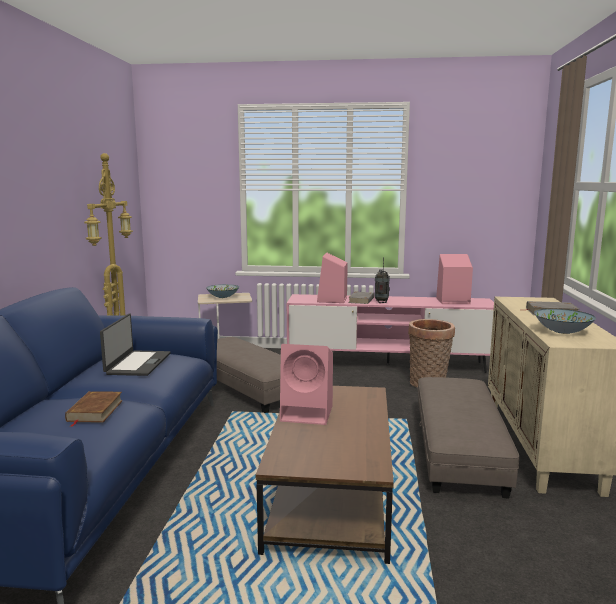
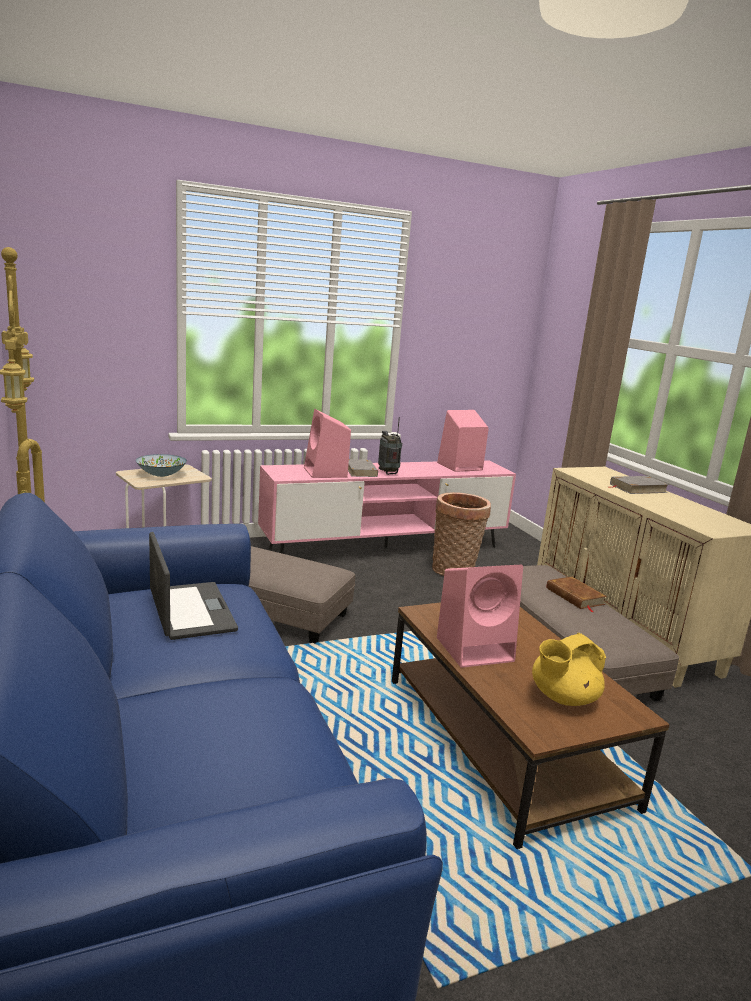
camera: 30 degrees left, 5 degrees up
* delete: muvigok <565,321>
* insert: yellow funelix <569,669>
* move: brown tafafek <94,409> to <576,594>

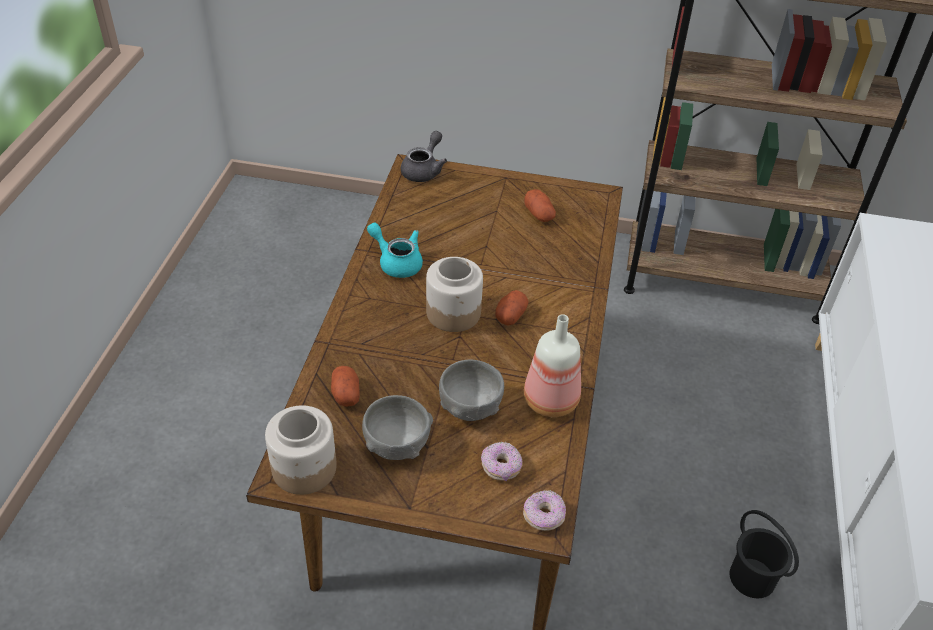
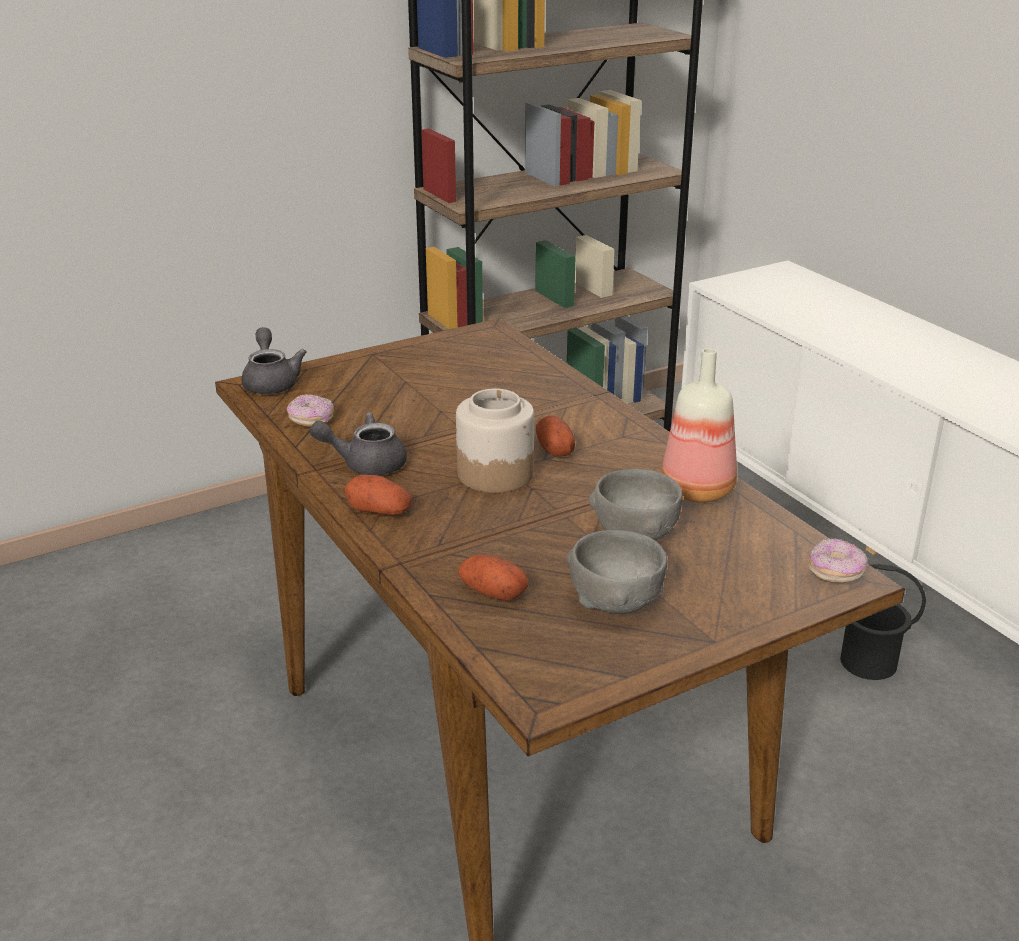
camera: 40 degrees left, 15 degrees down
* delete: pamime <301,450>
* move: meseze <502,461> to <310,410>
* move: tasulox <540,205> to <378,495>
* recolor: turquoise funelix <395,250> to grey funelix <358,443>

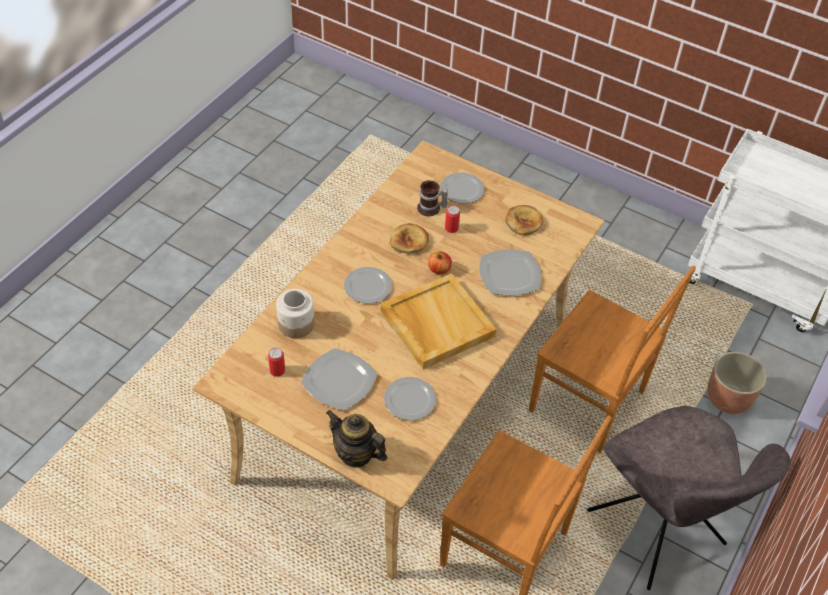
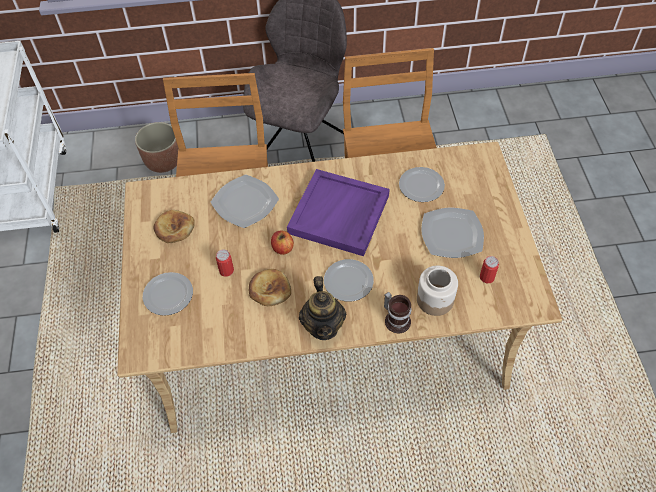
camera: 125 degrees left, 5 degrees up
* move: funelix <356,439> to <322,308>
* move: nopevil <432,198> to <398,312>
* recolor: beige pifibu <438,321> to purple pifibu <338,212>

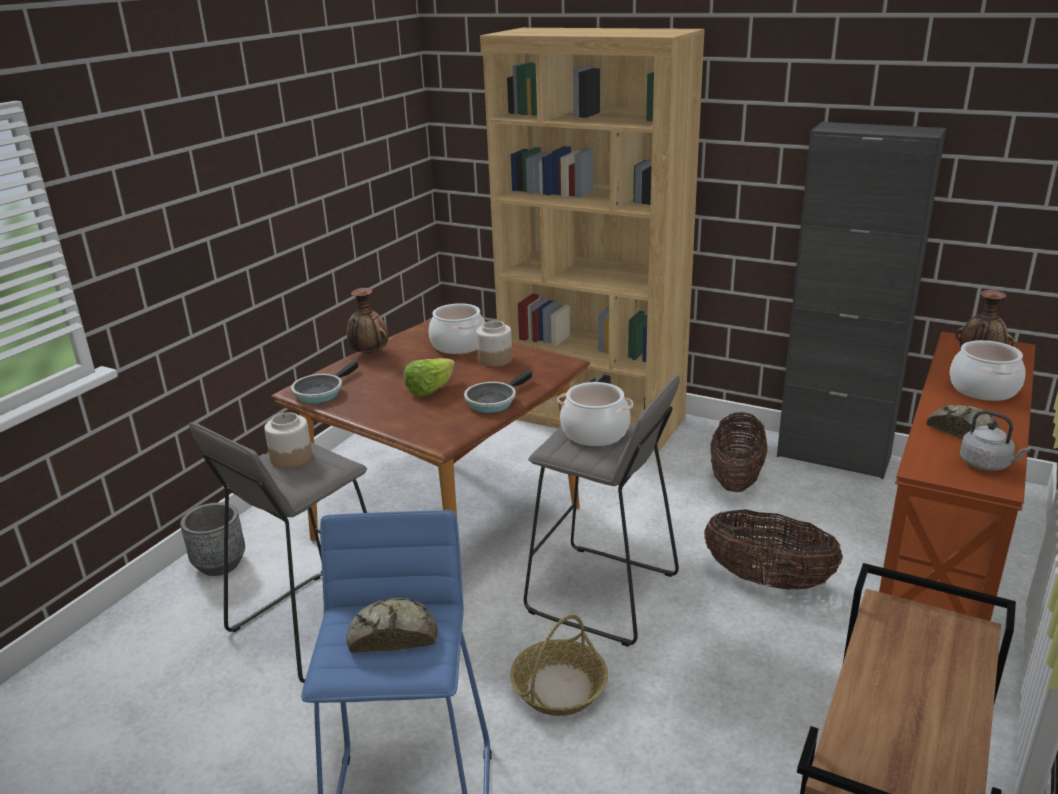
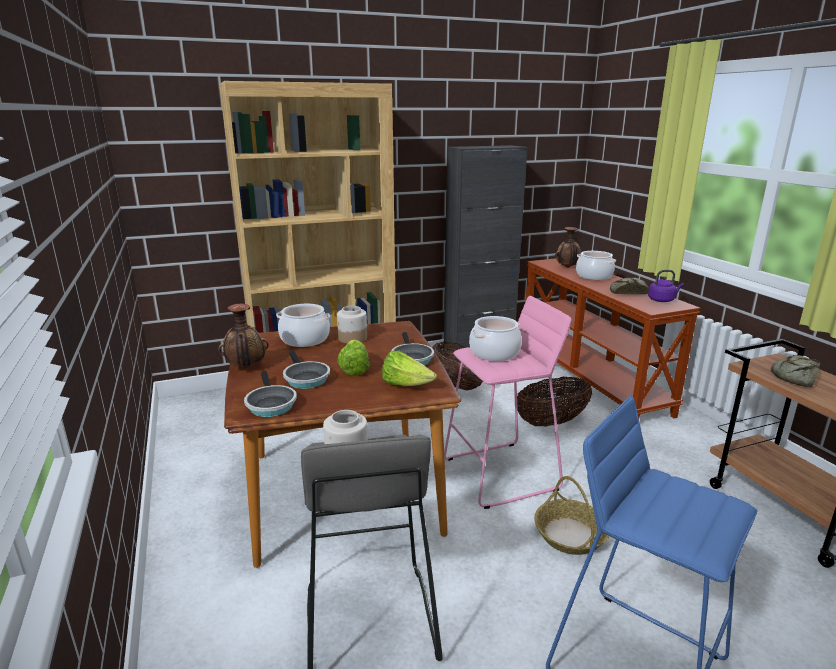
camera: 50 degrees left, 5 degrees down
* delete: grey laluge <213,539>
* insert: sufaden <306,369>
* insert: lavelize <409,368>
* move: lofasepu <392,625> to <796,371>
* recolor: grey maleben <602,511> to pink maleben <507,402>
* recolor: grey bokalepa <995,440> to purple bokalepa <666,286>

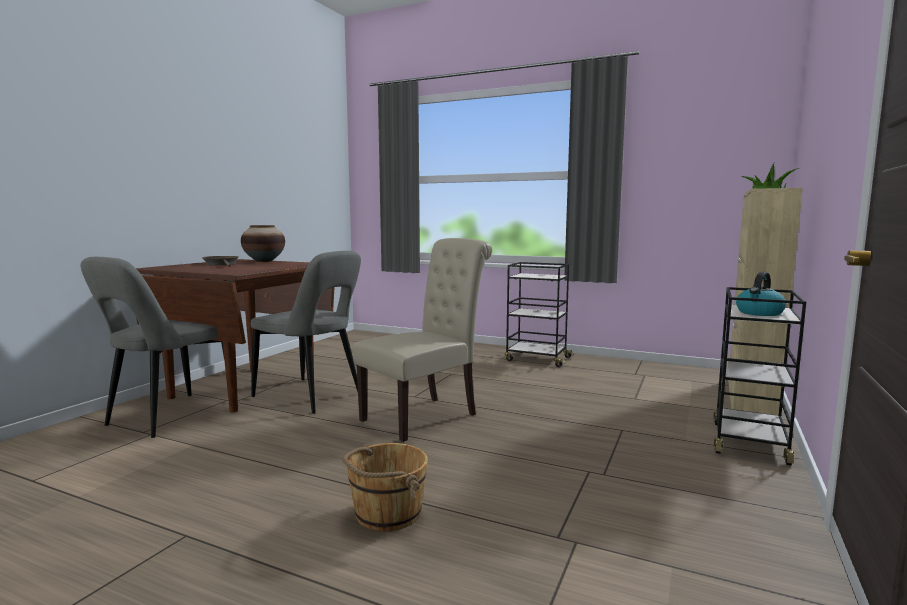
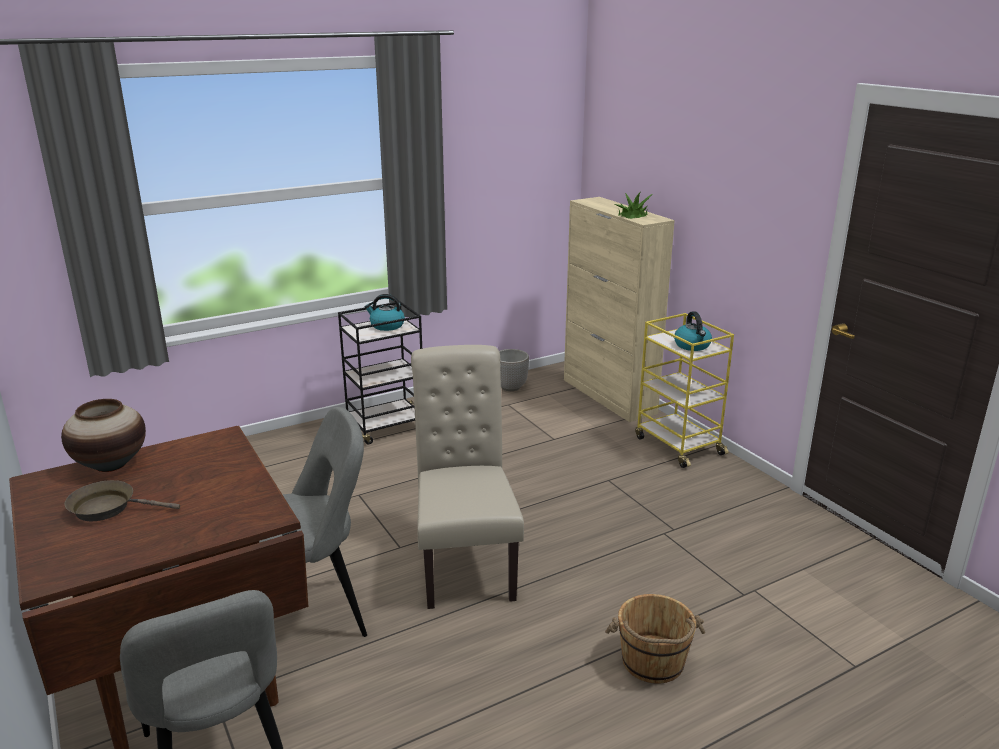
camera: 55 degrees left, 15 degrees up
* insert: bokalepa <385,312>
* insert: laluge <514,370>
* recolor: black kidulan <759,376> to yellow kidulan <684,390>

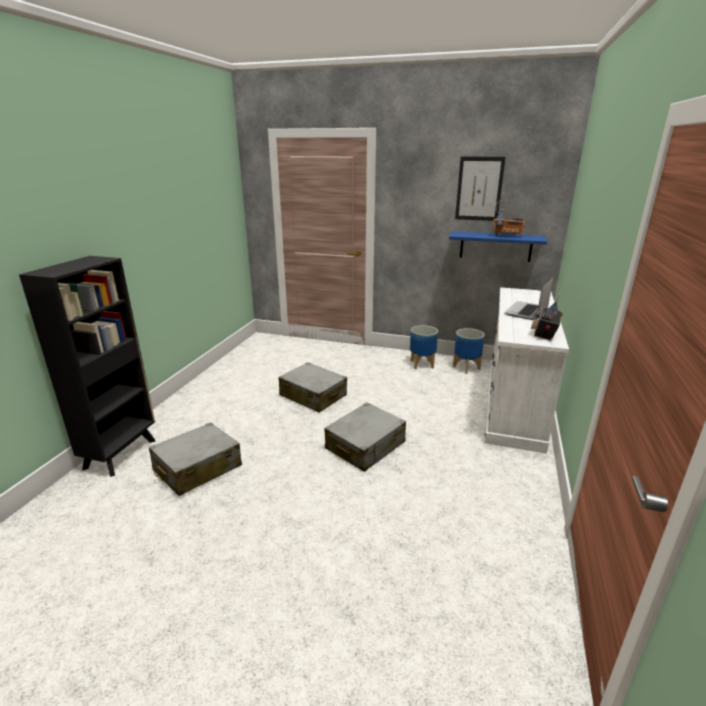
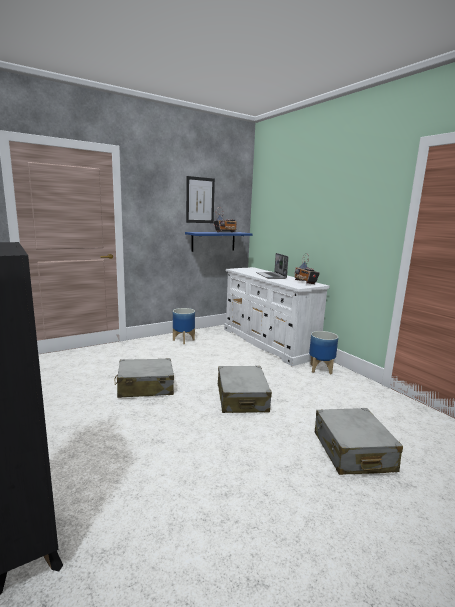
camera: 50 degrees left, 10 degrees down
* move: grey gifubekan <195,459> to <359,441>
* move: laluge <469,351> to <323,352>

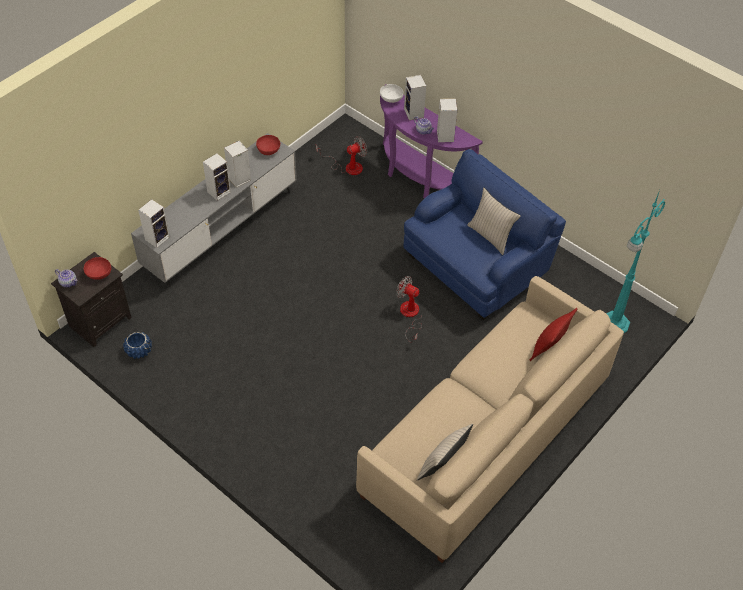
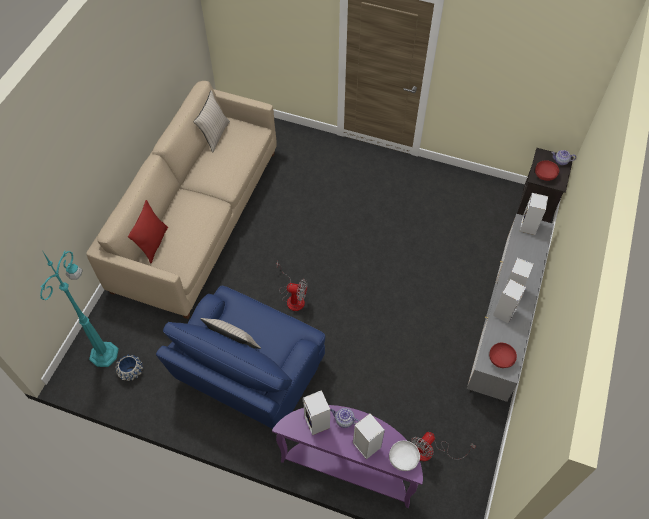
camera: 160 degrees right, 5 degrees up
* move: blue laluge <137,345> to <129,368>

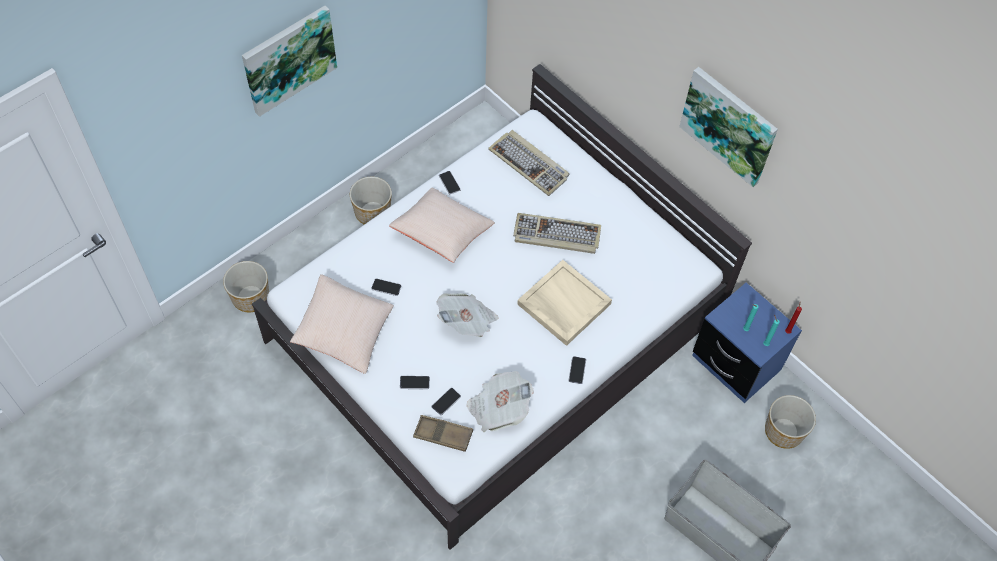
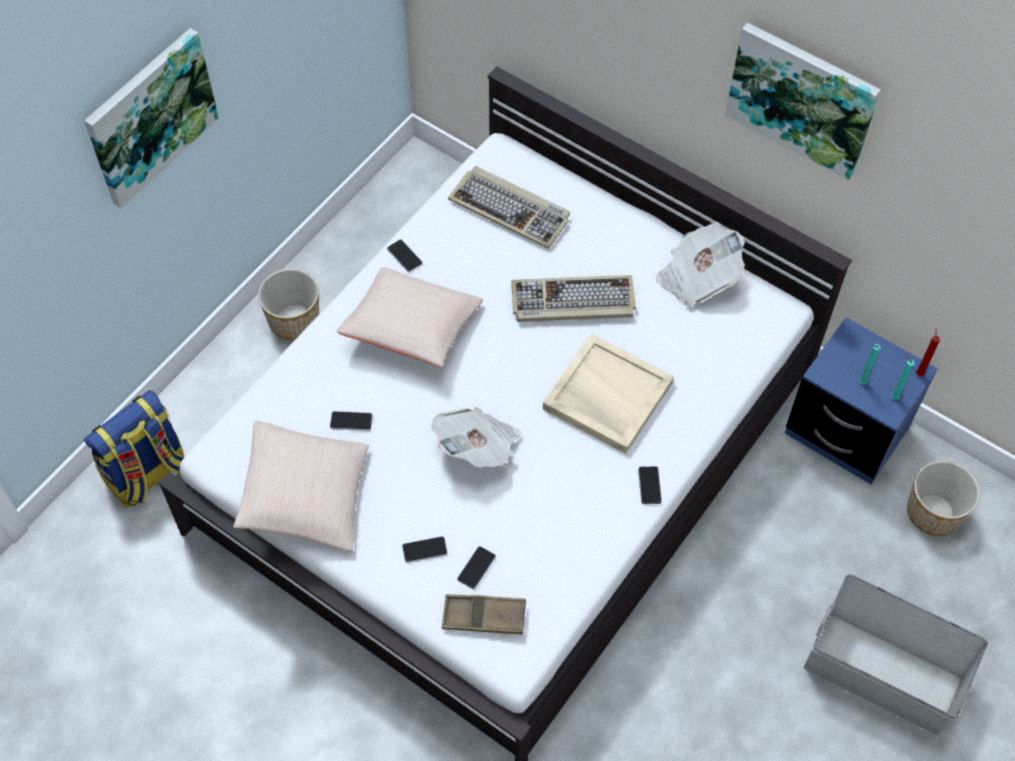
camera: 10 degrees left, 0 degrees up
* move: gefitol <500,401> to <700,265>
* replace: laluge <246,286> to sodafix <134,449>

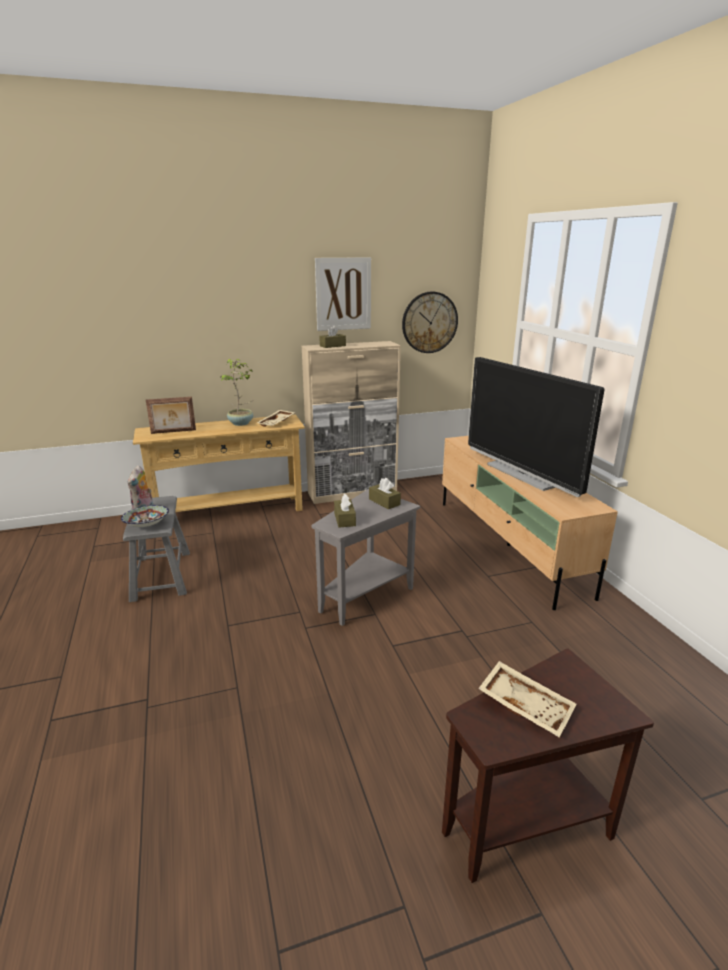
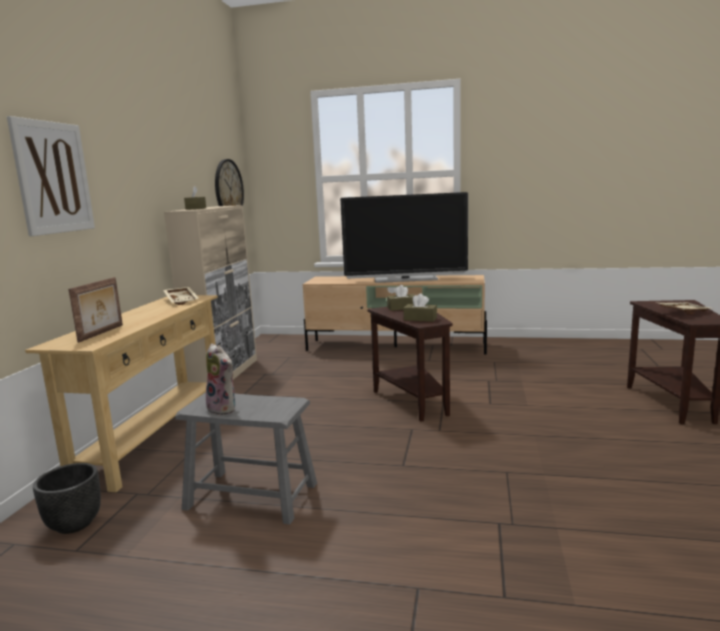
camera: 60 degrees left, 10 degrees down
* delete: muvigok <145,516>
* delete: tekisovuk <237,392>
* insert: black laluge <67,498>
* move: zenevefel <343,294> to <51,176>
* recolor: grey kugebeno <366,557> to brown kugebeno <410,364>

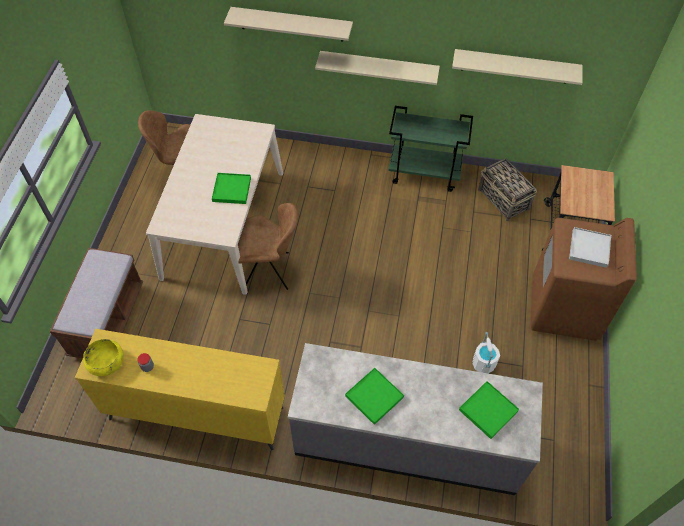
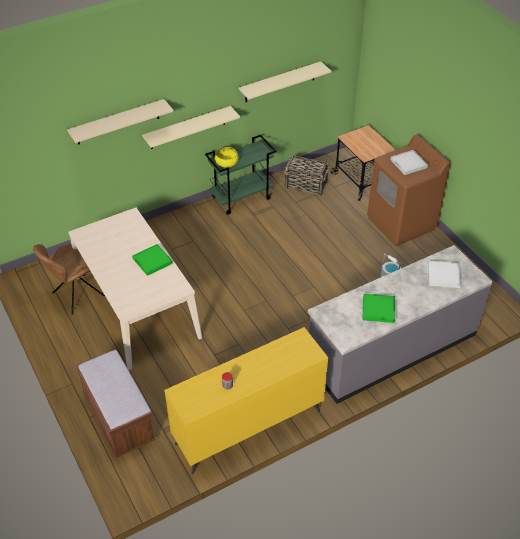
camera: 40 degrees left, 10 degrees down
* delete: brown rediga <268,246>
* move: yellow muvigok <103,357> to <227,157>
* recolor: green pifibu <489,410> to white pifibu <444,274>

